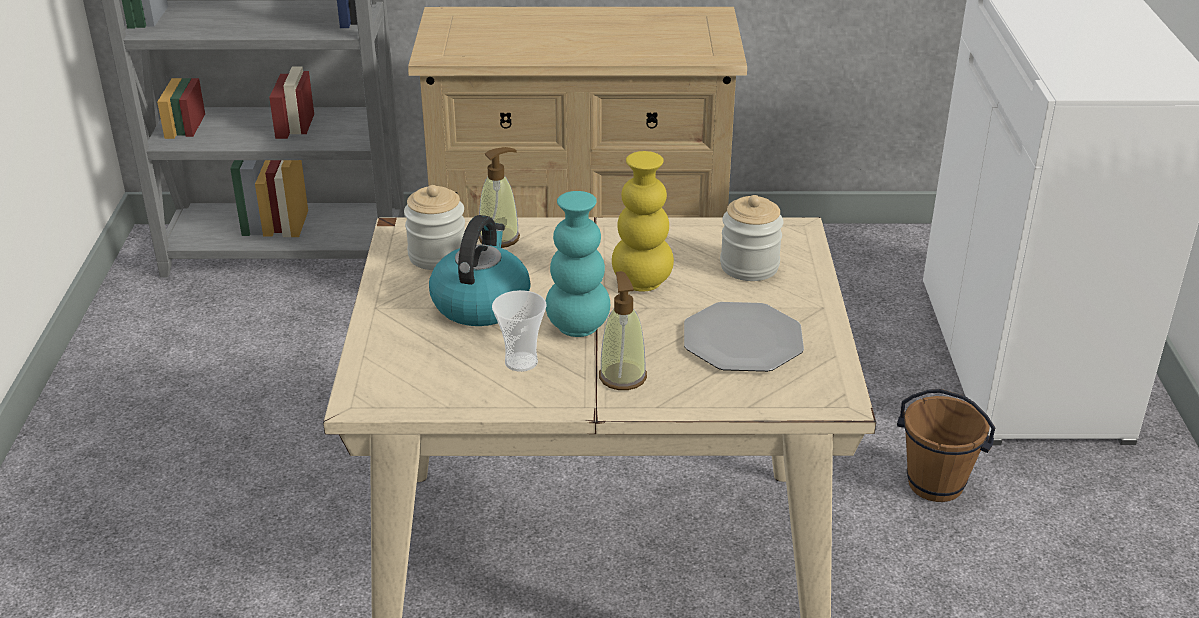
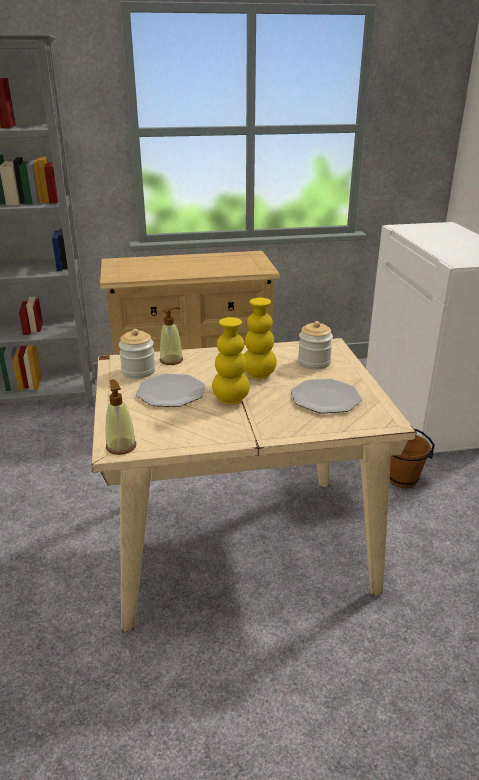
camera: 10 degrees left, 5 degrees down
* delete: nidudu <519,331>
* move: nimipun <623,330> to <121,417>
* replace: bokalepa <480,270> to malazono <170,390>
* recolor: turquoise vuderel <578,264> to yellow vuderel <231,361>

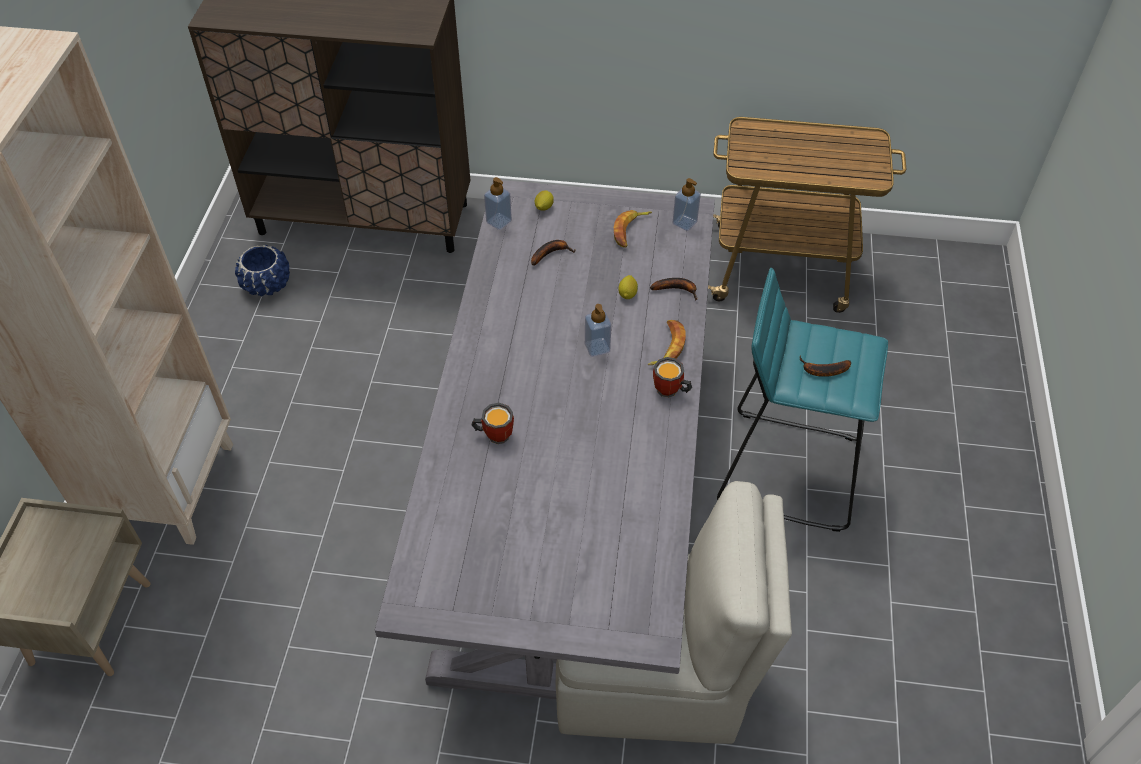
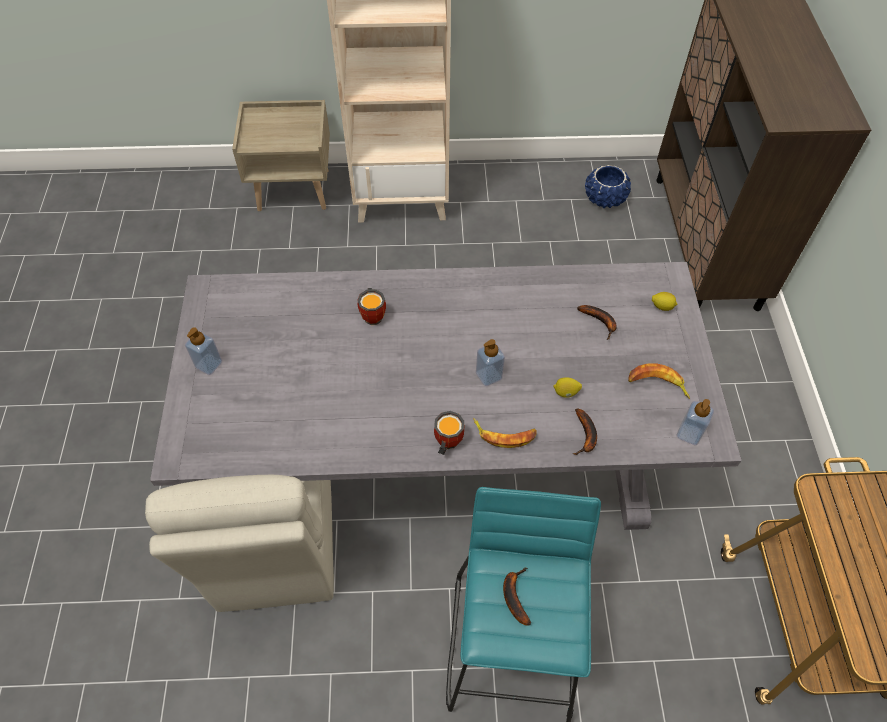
camera: 80 degrees right, 5 degrees up
* move: nimipun <498,203> to <203,351>

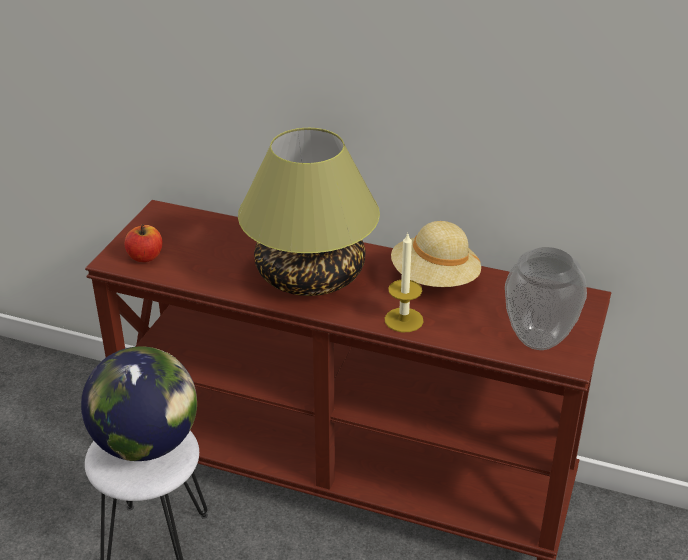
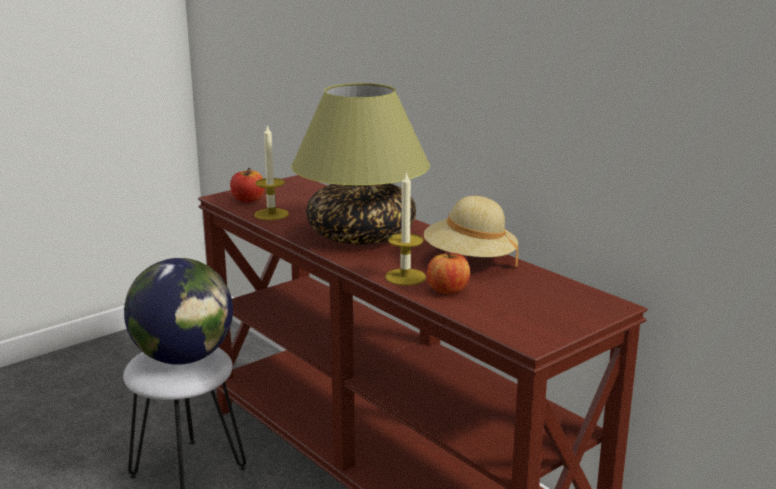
camera: 30 degrees right, 15 degrees down
* delete: vuderel <546,298>
* insert: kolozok <271,172>
* insert: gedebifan <448,274>

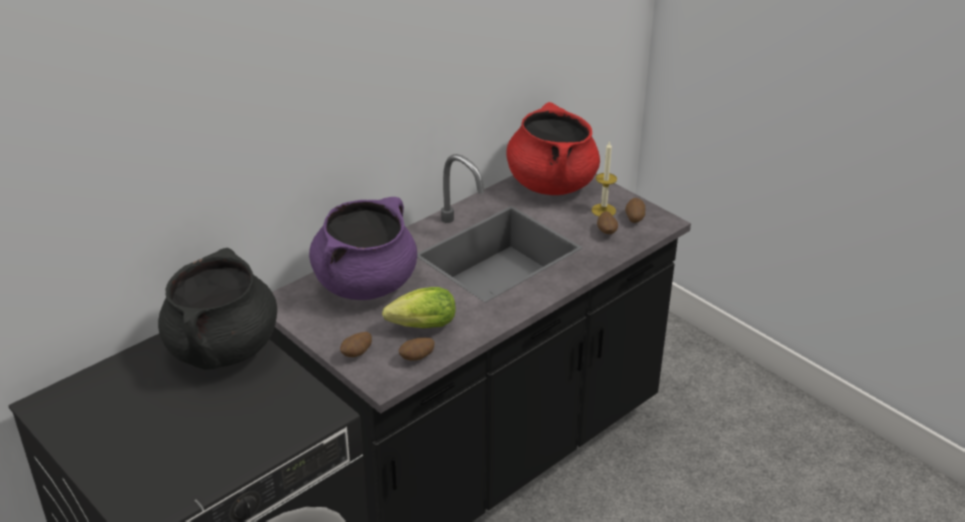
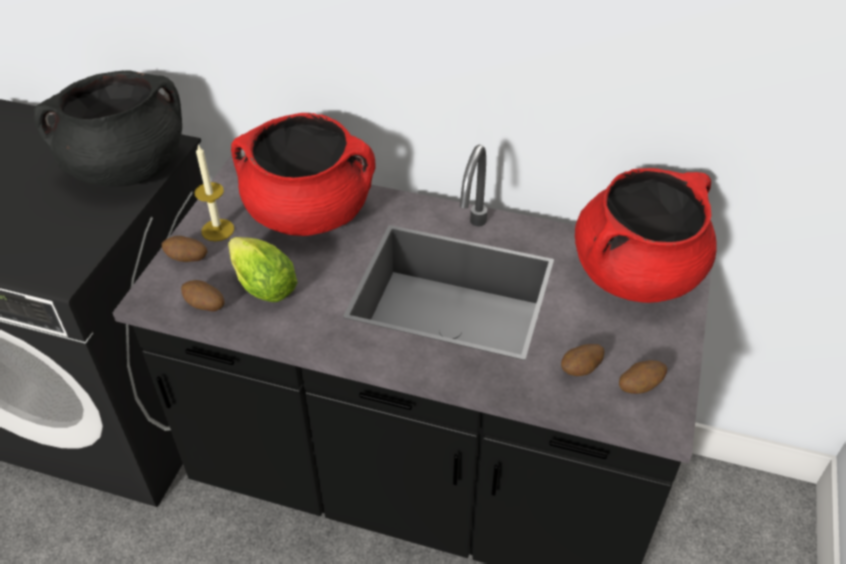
camera: 60 degrees right, 10 degrees up
* move: kolozok <604,179> to <214,192>
* recolor: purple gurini <363,248> to red gurini <303,174>

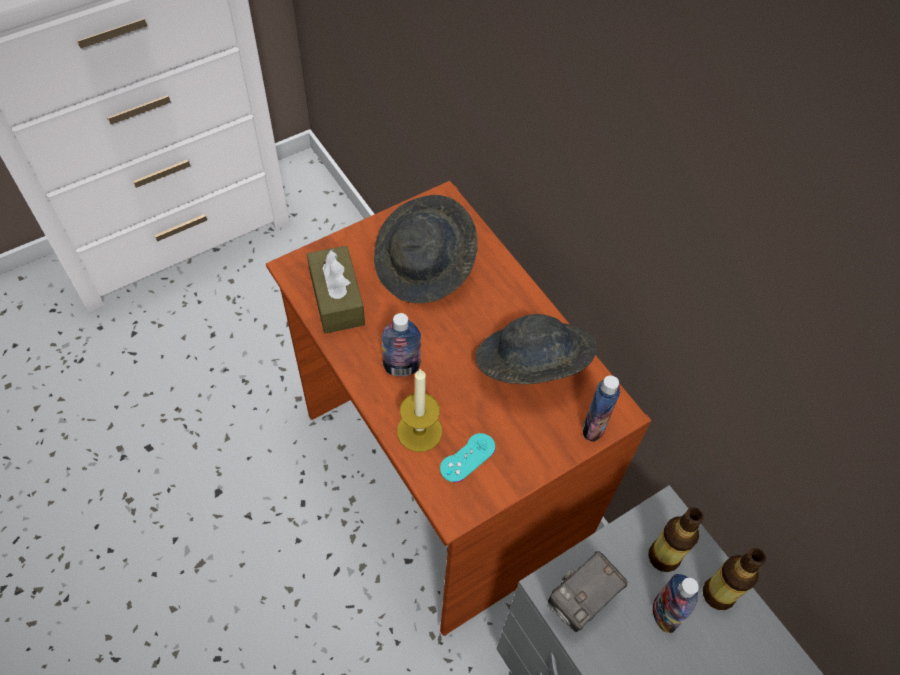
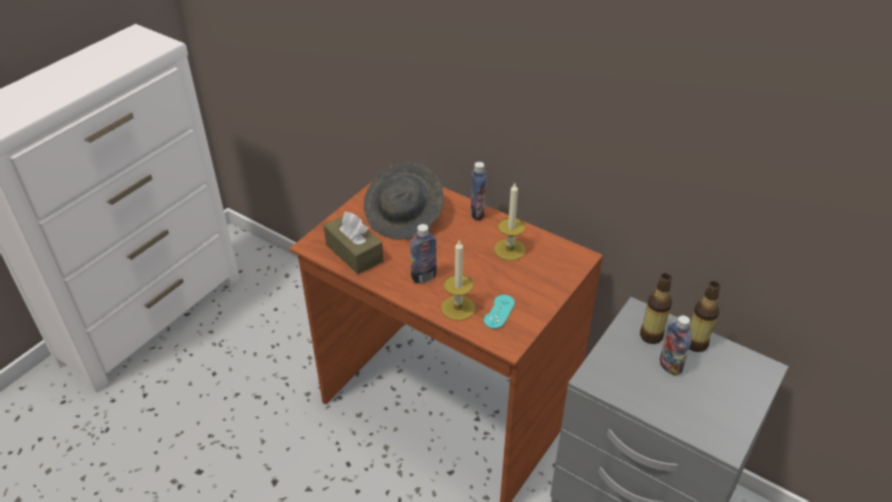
camera: 20 degrees left, 15 degrees down
* delete: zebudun <588,591>
* move: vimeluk <601,408> to <479,191>
* replace: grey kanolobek <536,349> to kolozok <510,222>

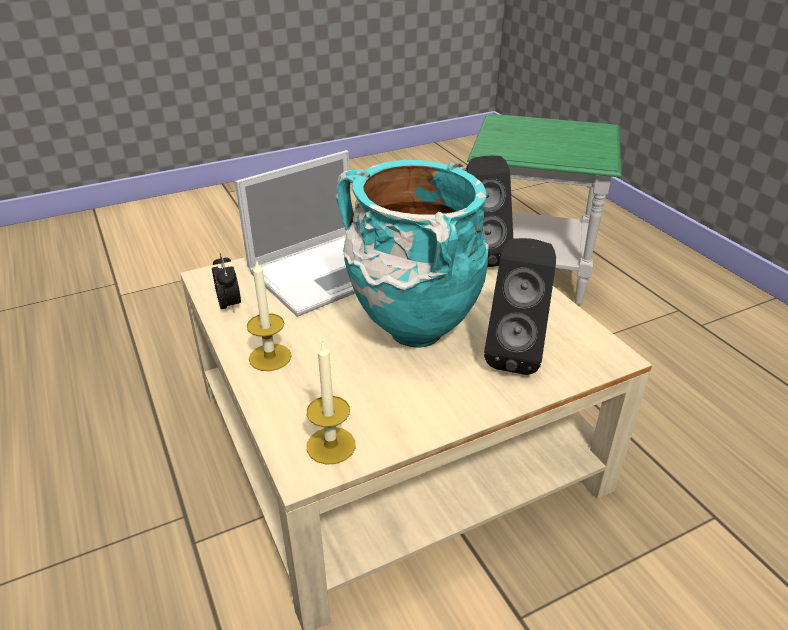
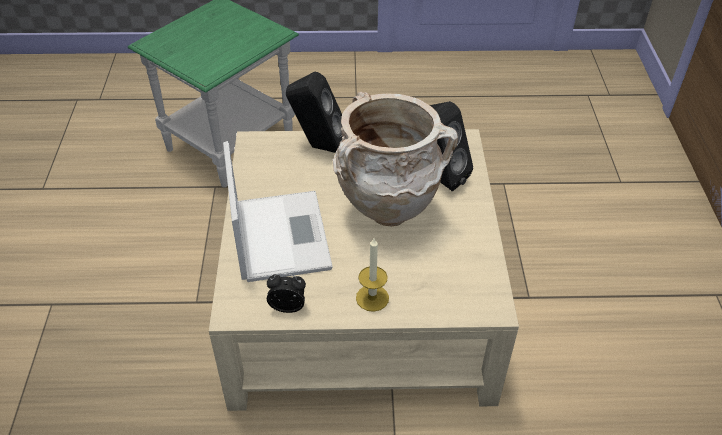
camera: 65 degrees left, 10 degrees up
* delete: kolozok <331,403>
* recolor: turquoise vuderel <412,254> to beige vuderel <395,159>

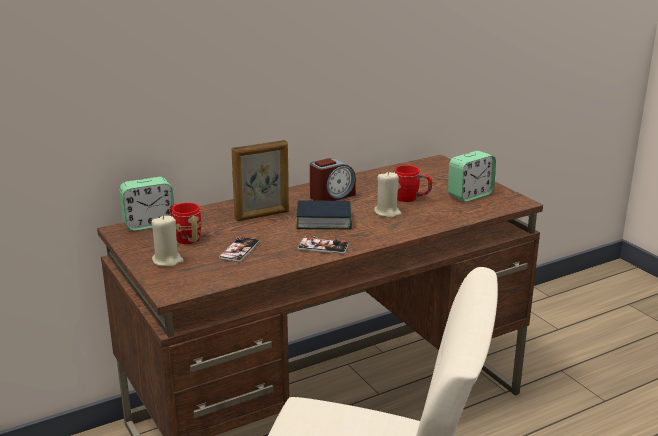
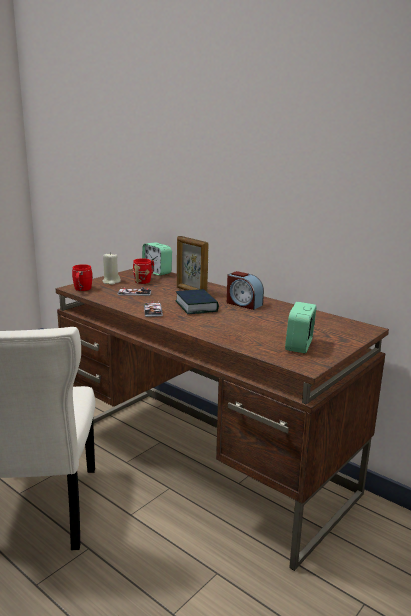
camera: 70 degrees right, 5 degrees down
* delete: beige kolozok <388,194>
* move: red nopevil <413,183> to <82,277>
* rotate: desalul <472,176> = <301,327> 75 degrees clockwise

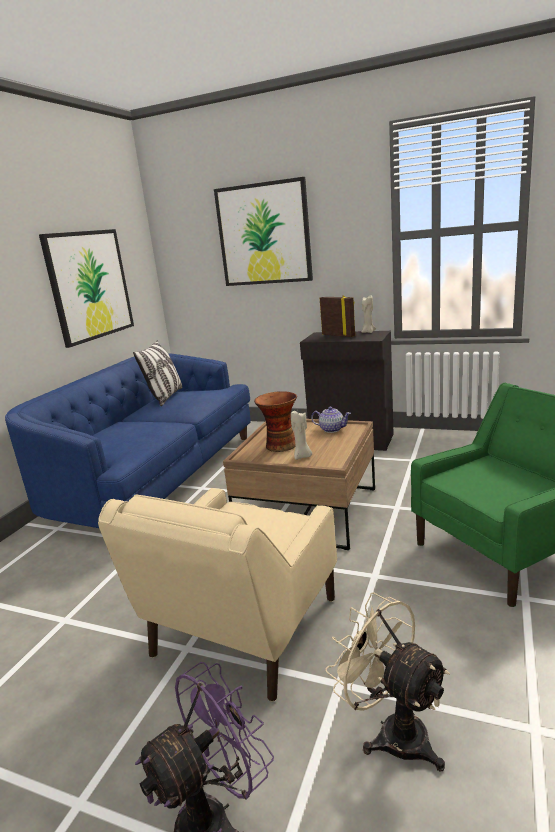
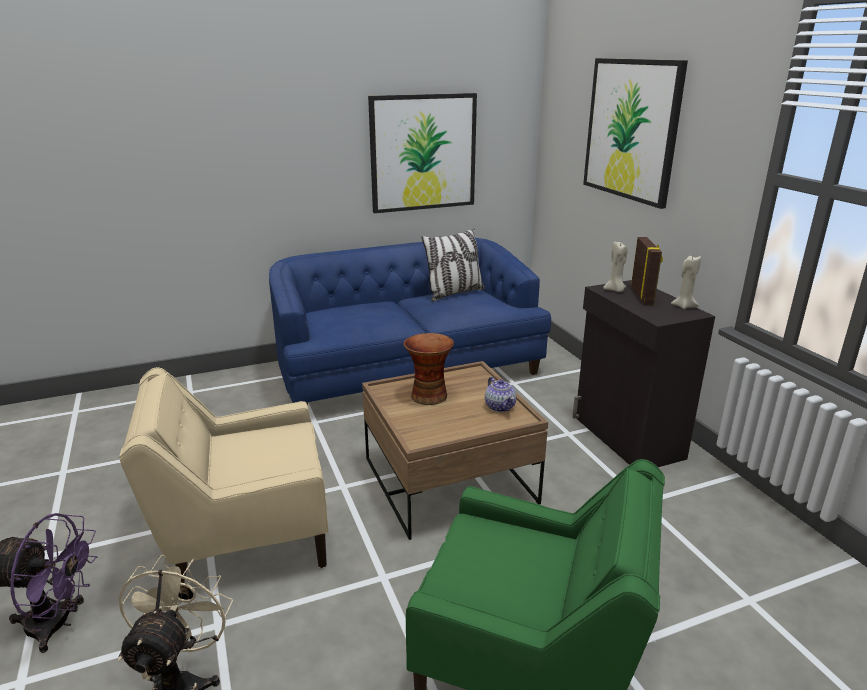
camera: 45 degrees right, 5 degrees up
* move: beige kolozok <301,435> to <615,267>

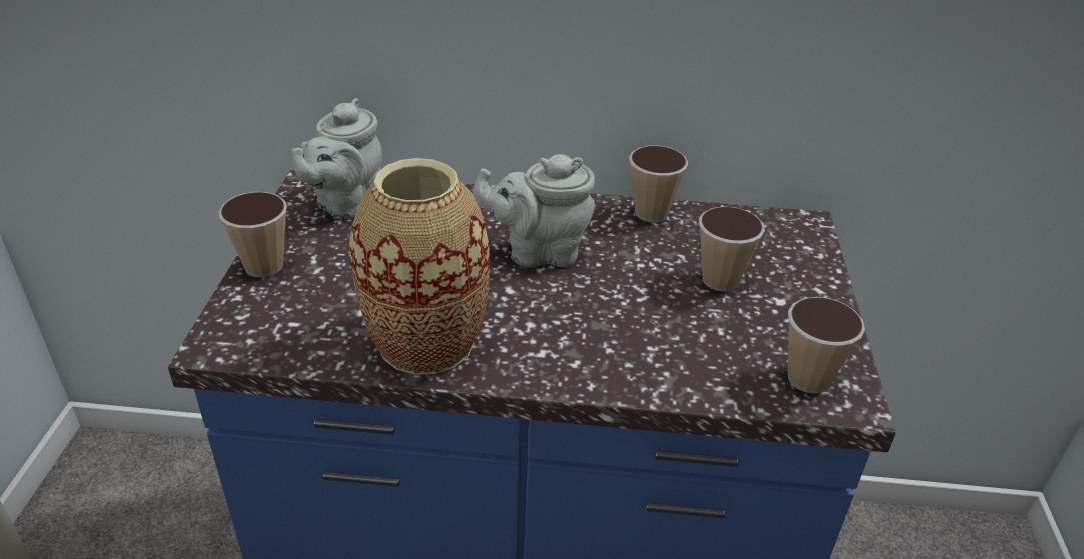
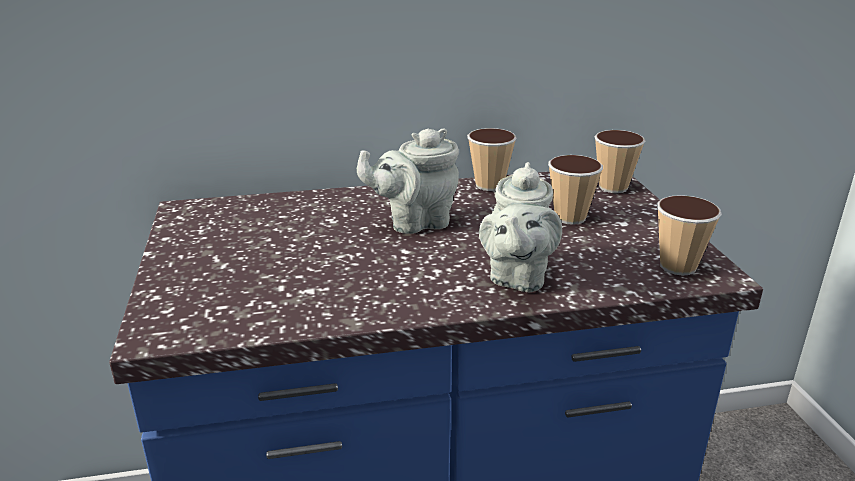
camera: 15 degrees left, 10 degrees down
* delete: vuderel <419,266>
* move: nidudu <252,234> to <619,161>
* move: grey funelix <336,158> to <520,227>

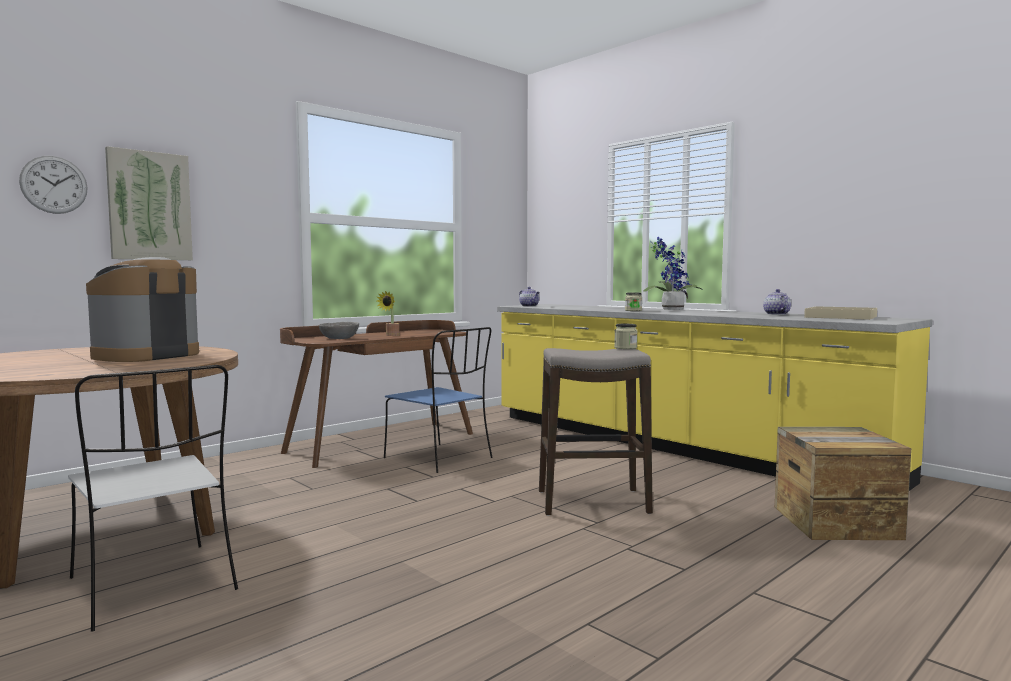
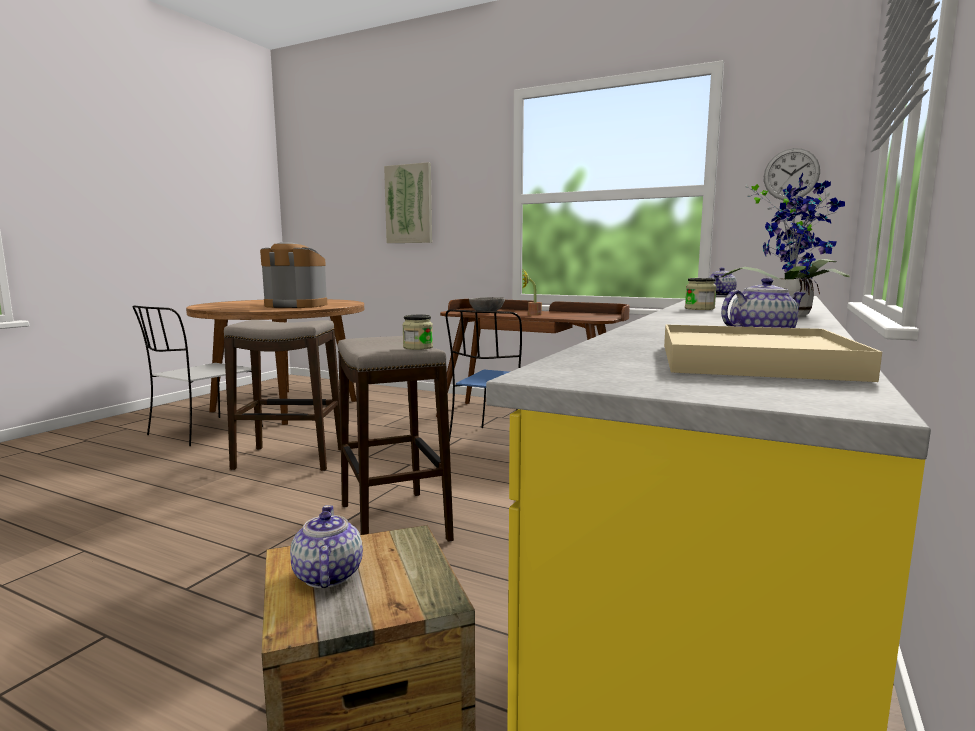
camera: 70 degrees right, 5 degrees up
* insert: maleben <282,395>
* insert: funelix <326,546>
* move: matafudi <53,185> to <792,174>

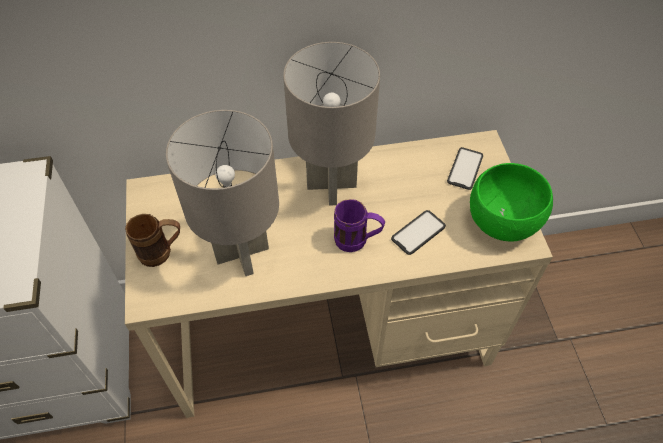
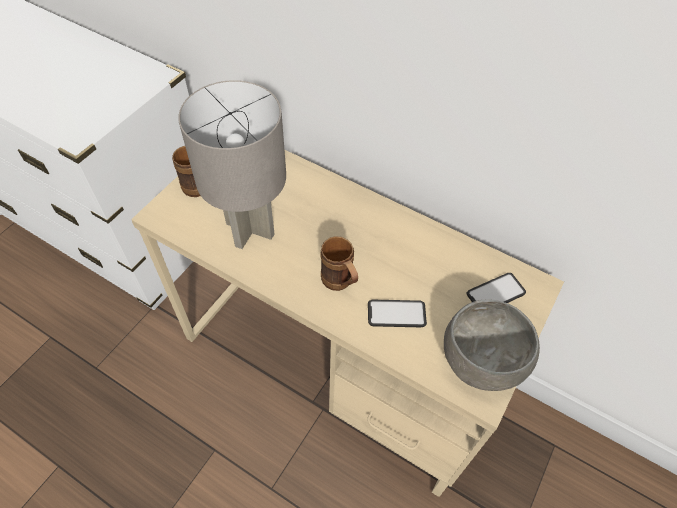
camera: 40 degrees right, 0 degrees up
* delete: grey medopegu <331,124>
* recolor: purple nopevil <359,225> to brown nopevil <339,263>
* recolor: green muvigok <511,202> to grey muvigok <492,345>

